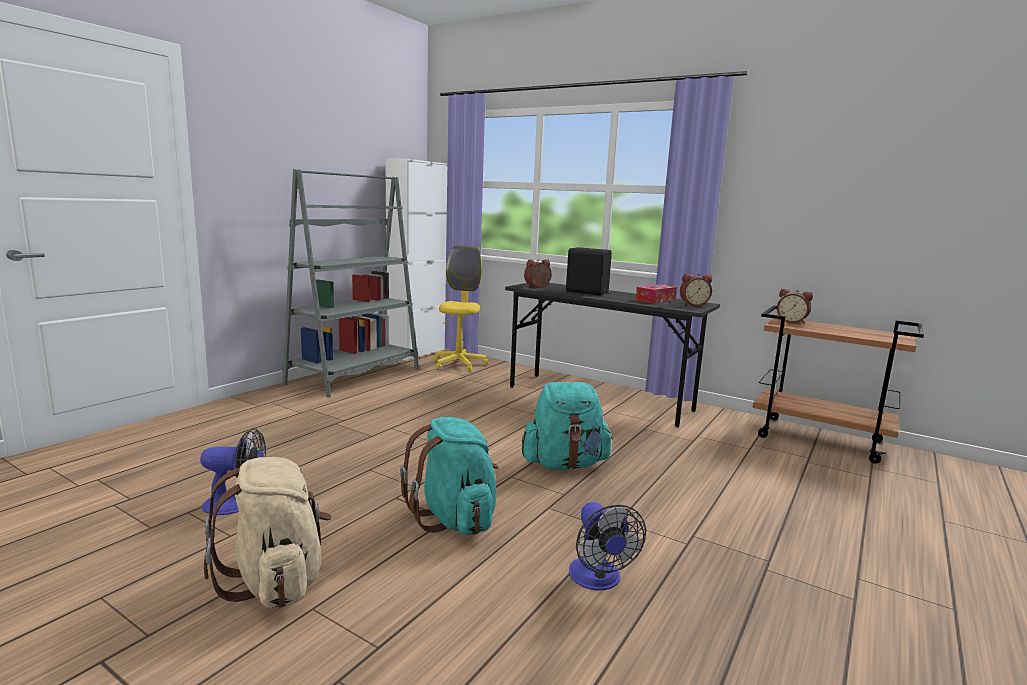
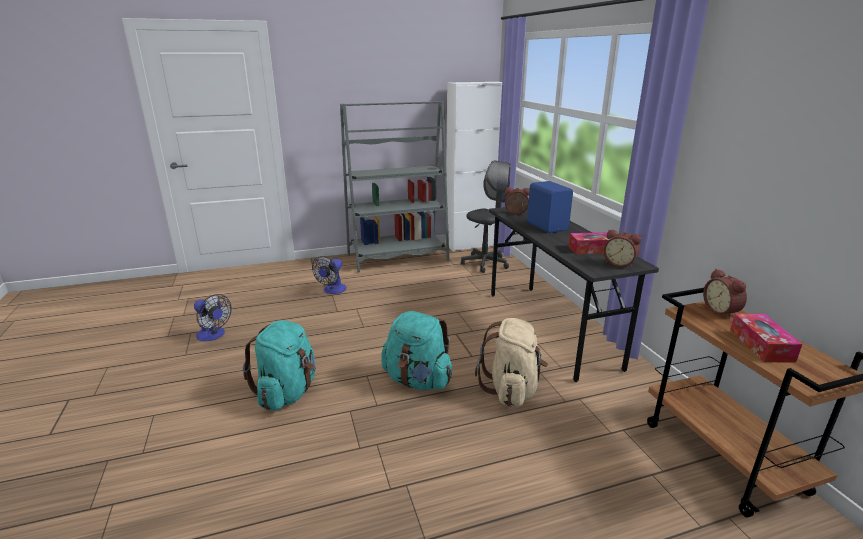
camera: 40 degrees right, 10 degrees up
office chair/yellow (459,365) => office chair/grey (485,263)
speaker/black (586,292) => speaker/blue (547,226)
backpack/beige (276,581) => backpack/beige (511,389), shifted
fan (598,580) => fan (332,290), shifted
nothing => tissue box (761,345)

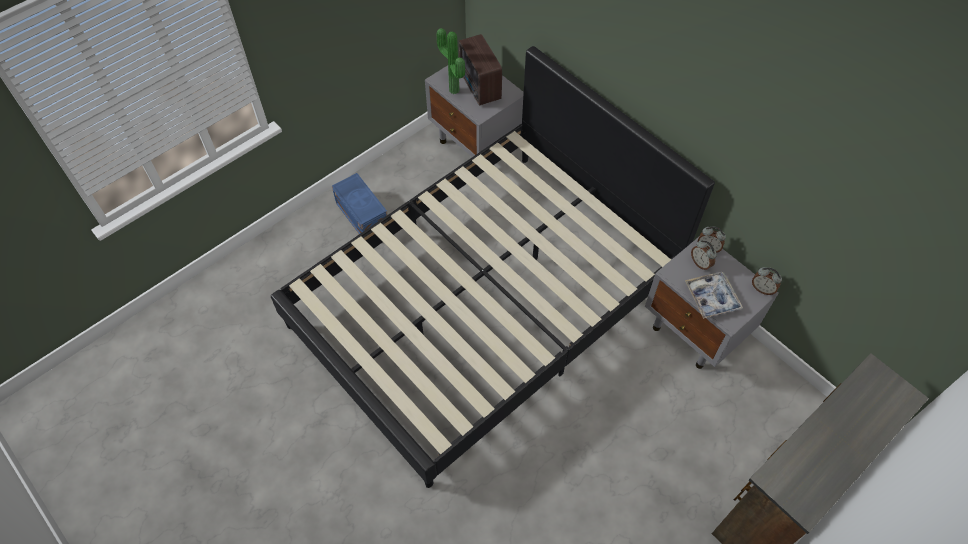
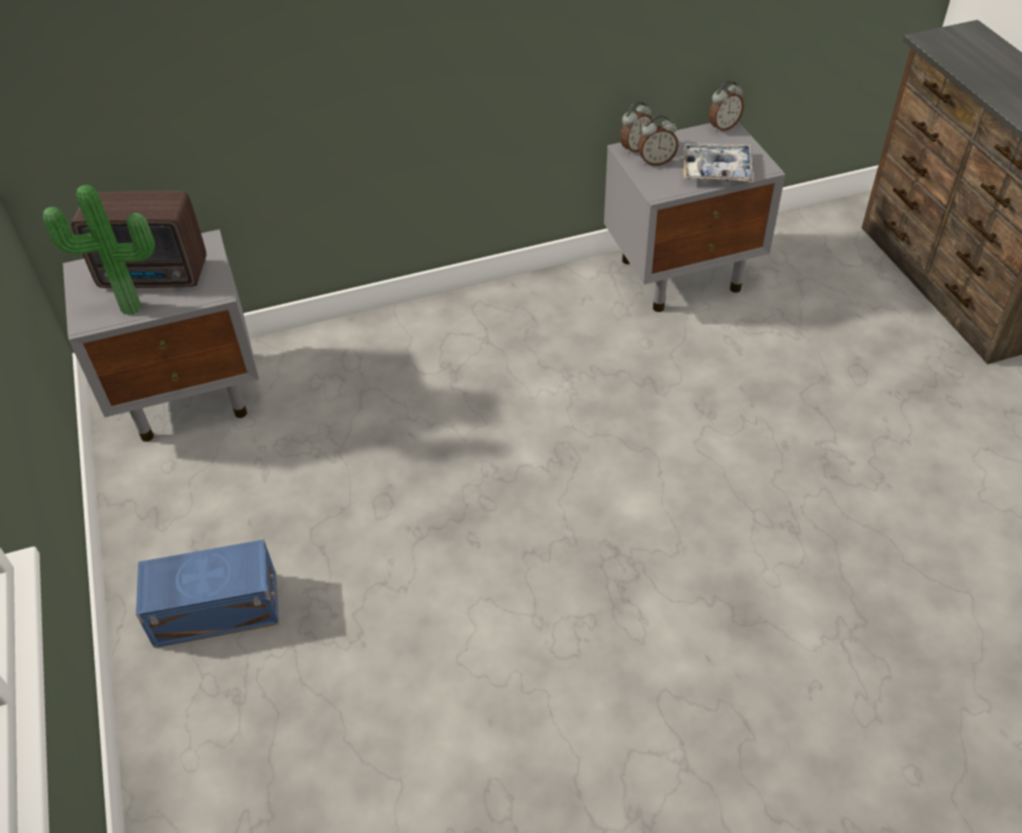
camera: 65 degrees left, 10 degrees down
bed/black (485,302) => nothing

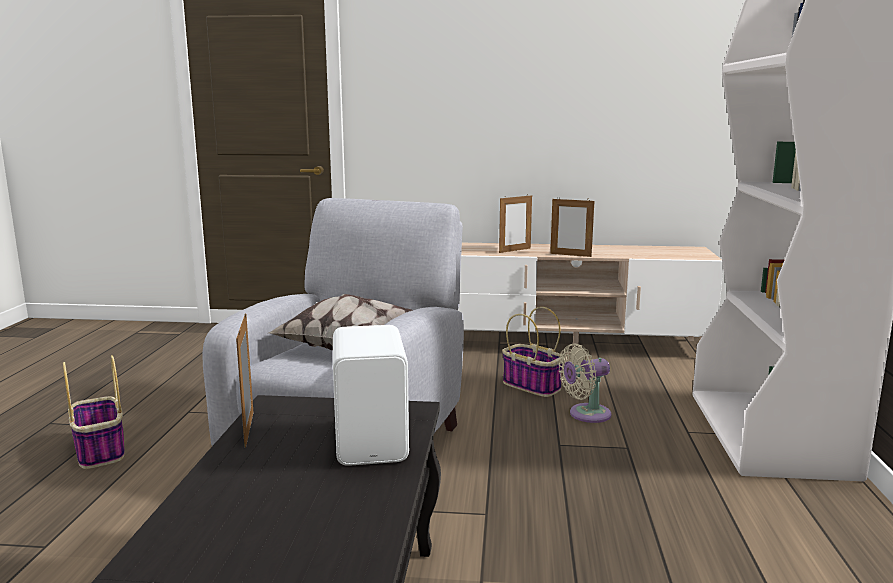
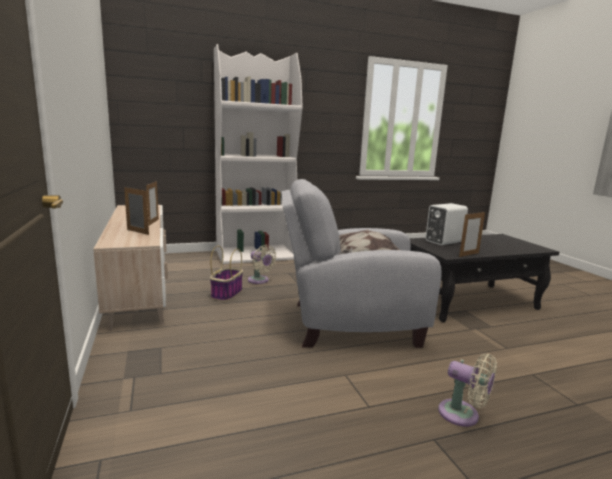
camera: 115 degrees left, 0 degrees up
basket (100,451) => fan/beige (463,415)

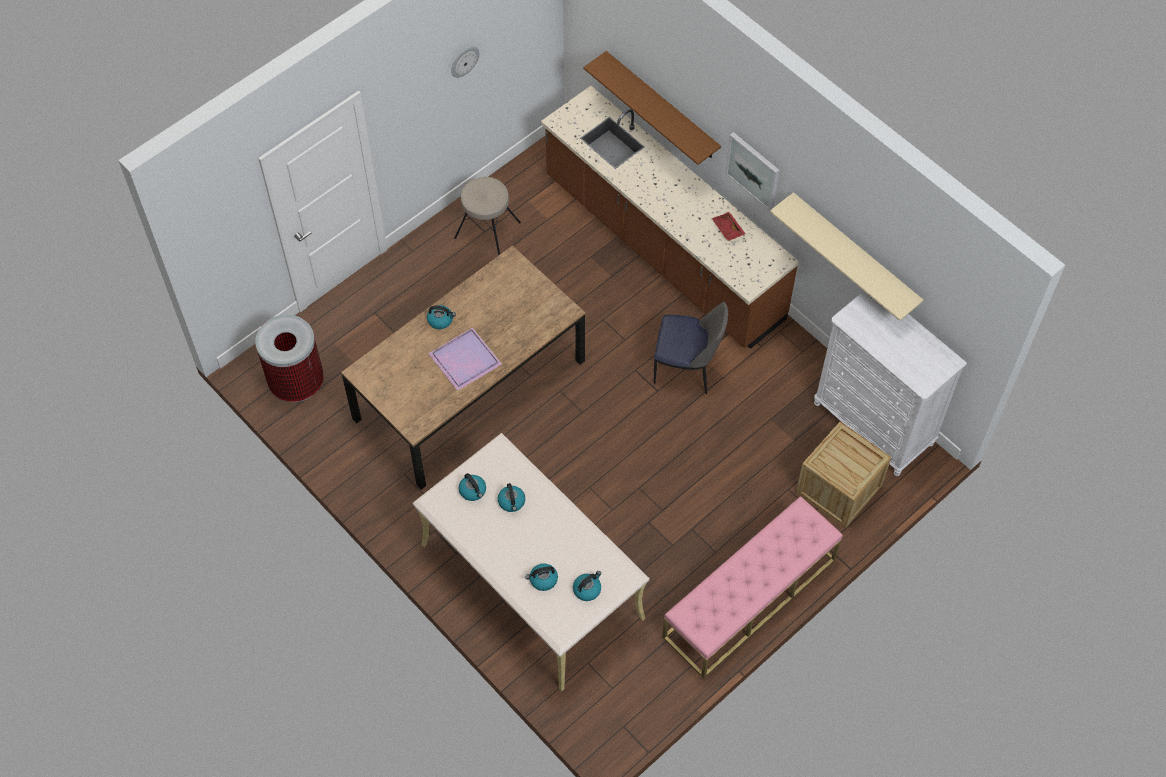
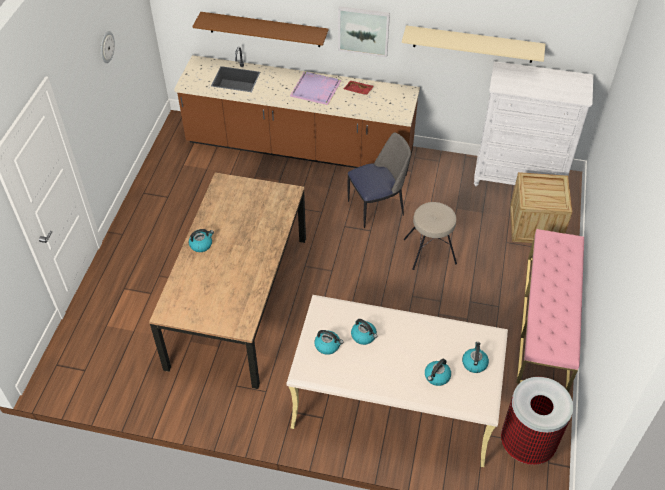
camera: 35 degrees left, 10 degrees down
stool/beige (487,230) => stool/beige (430,251), shifted
trash can (297,383) => trash can (527,444), shifted
tray/purple (465,361) => tray/purple (316,90), shifted

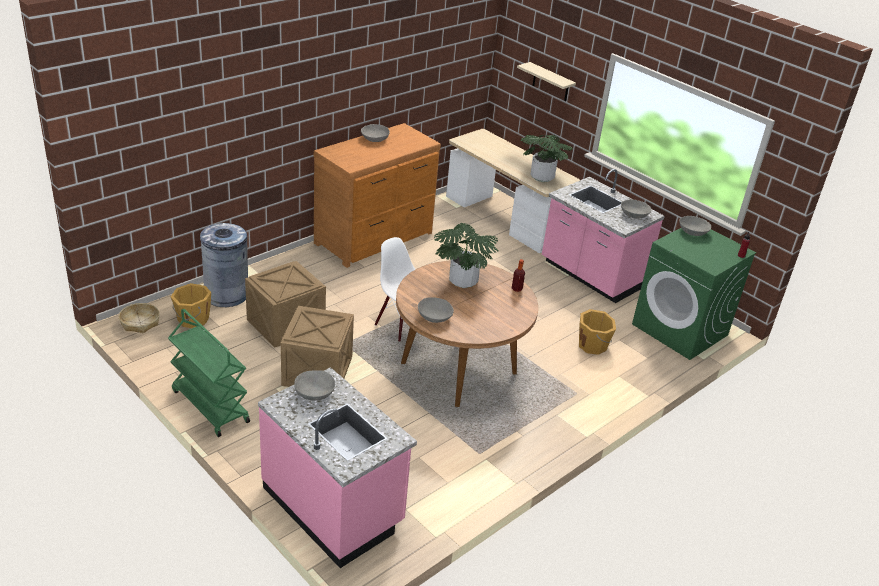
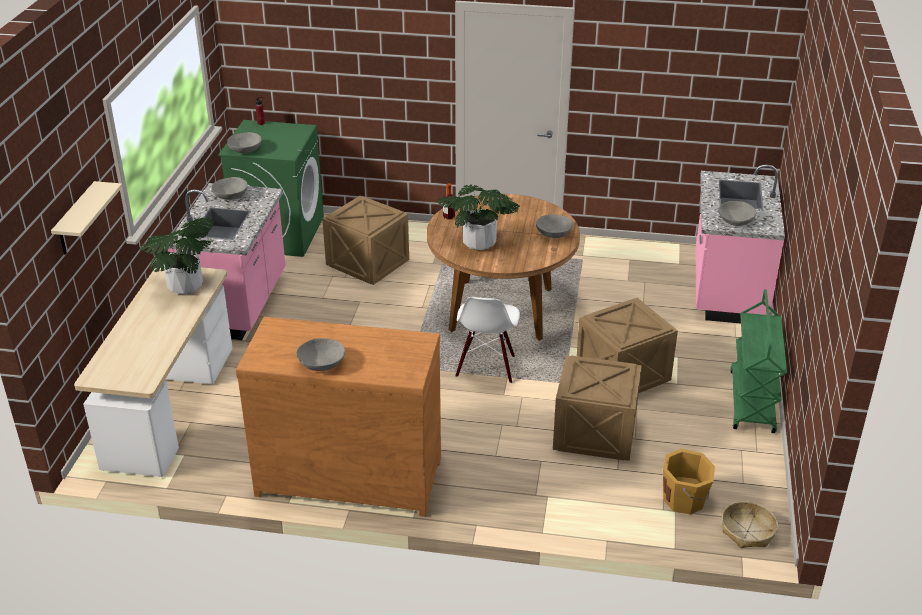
camera: 125 degrees left, 0 degrees up
trash can/grey (226,294) => nothing
bucket/orange (593,345) => crate (367,263)

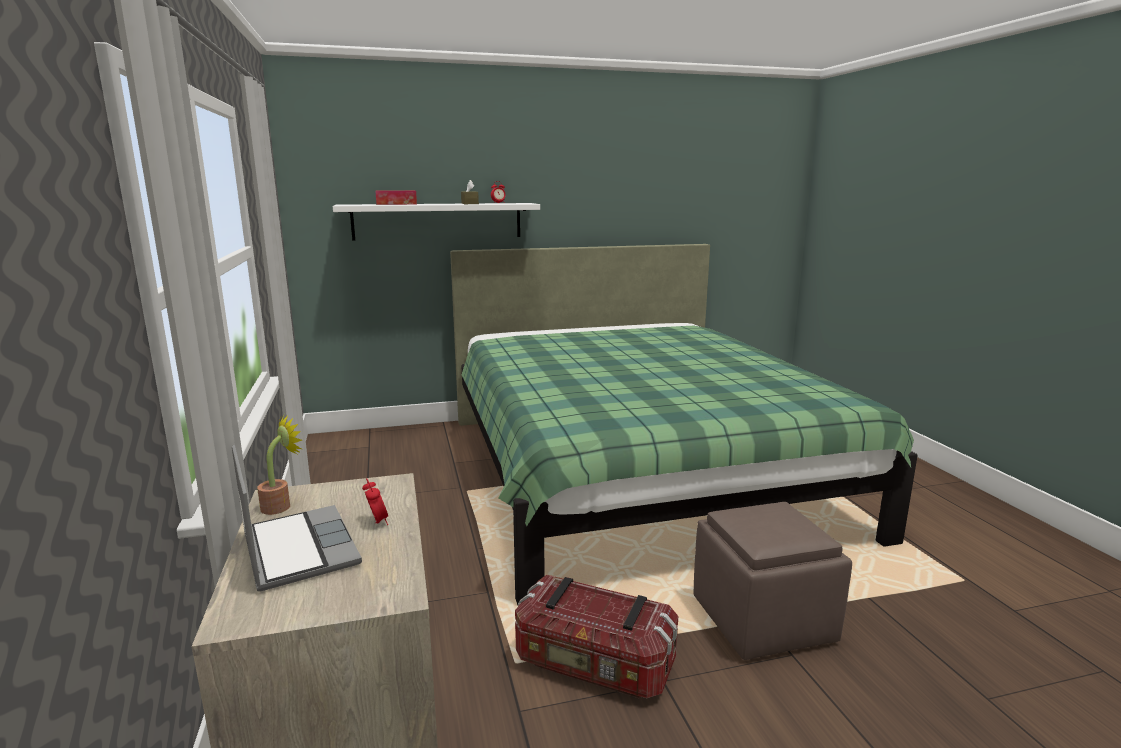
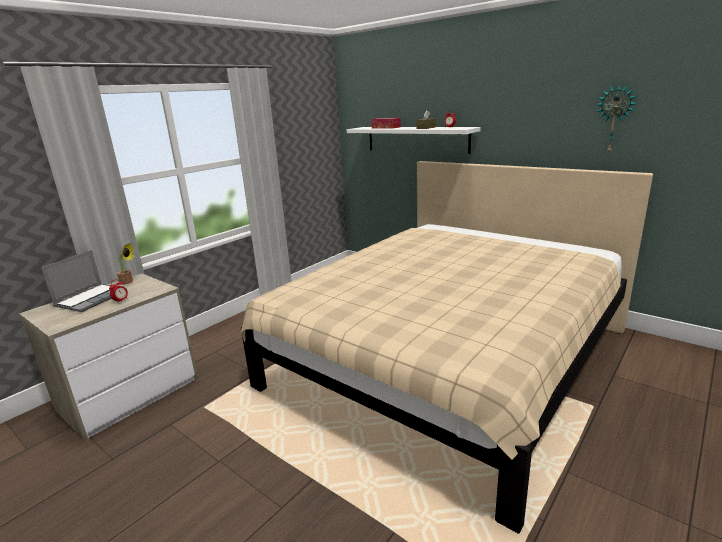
camera: 55 degrees right, 5 degrees up
bed/green (635,472) => bed/beige (447,357)
ottoman/brown (762,619) => nothing
storage box (594,665) => nothing
nothing => wall clock (614,119)

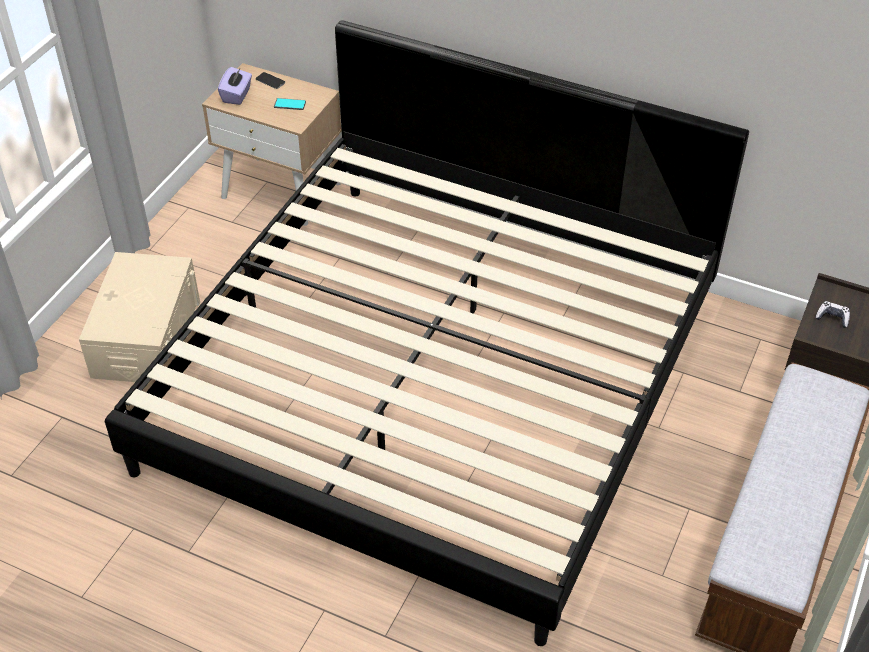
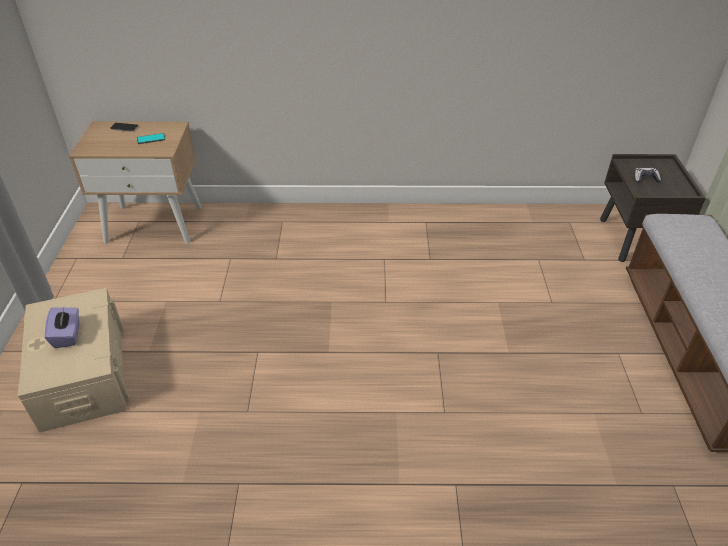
camera: 25 degrees left, 5 degrees down
bed (435,380) => nothing
tissue box/purple (237,95) => tissue box/purple (68,335), shifted

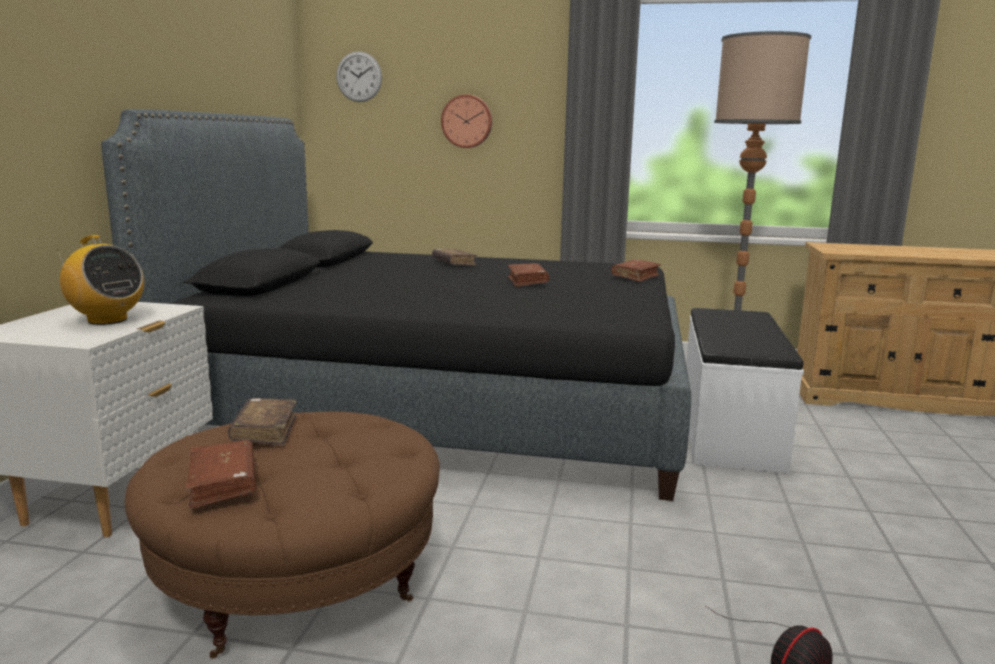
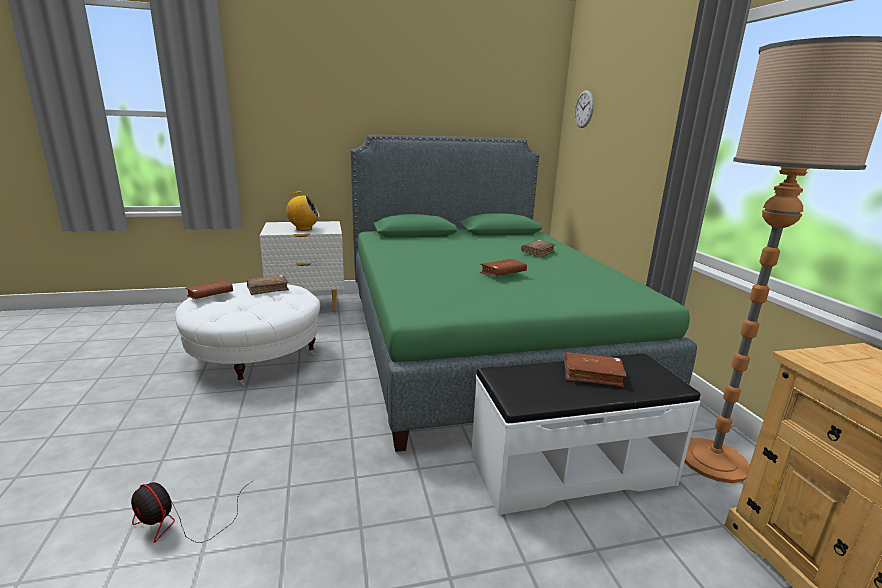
camera: 65 degrees right, 5 degrees up
wall clock (467,121) => nothing
bed/black (440,405) => bed/green (478,341)
radio (107,320) => radio (303,229), 105 degrees counterclockwise
book/brown (635,277) => book/brown (592,375), shifted
ottoman/brown (297,578) => ottoman/white (255,356)

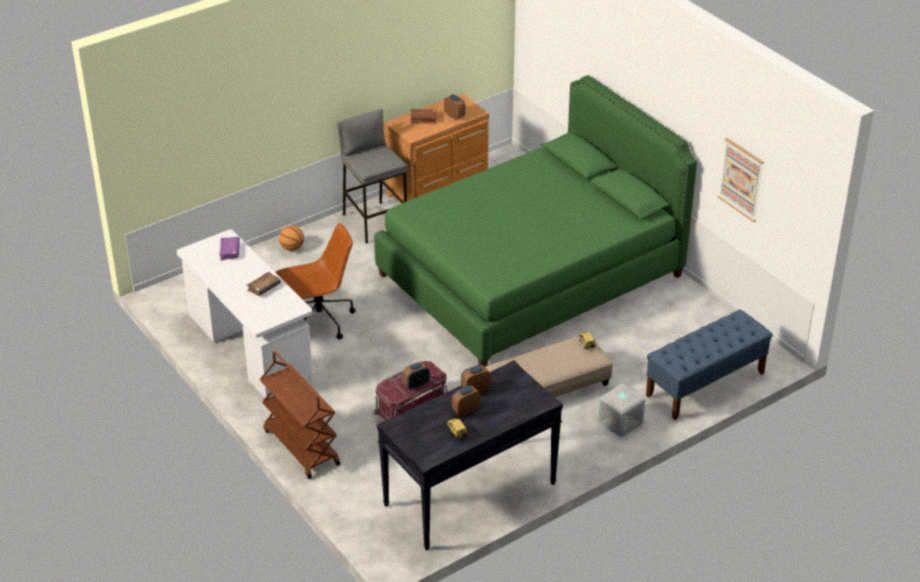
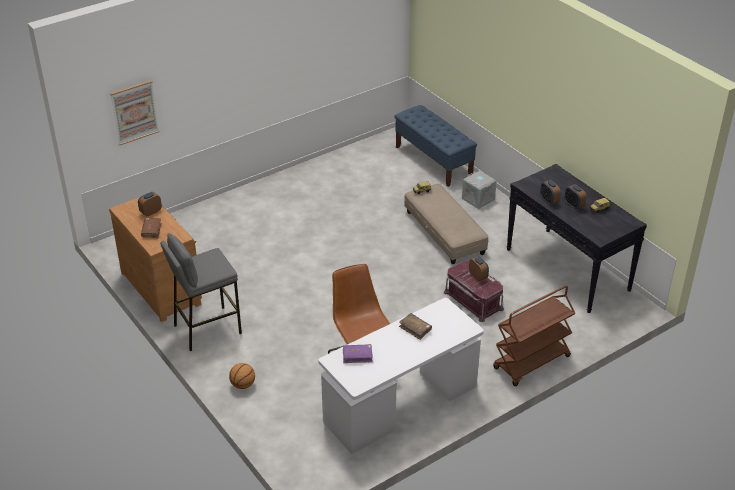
camera: 90 degrees left, 0 degrees up
bed/green (530,275) => nothing
picture (741,179) => picture (134,112), shifted

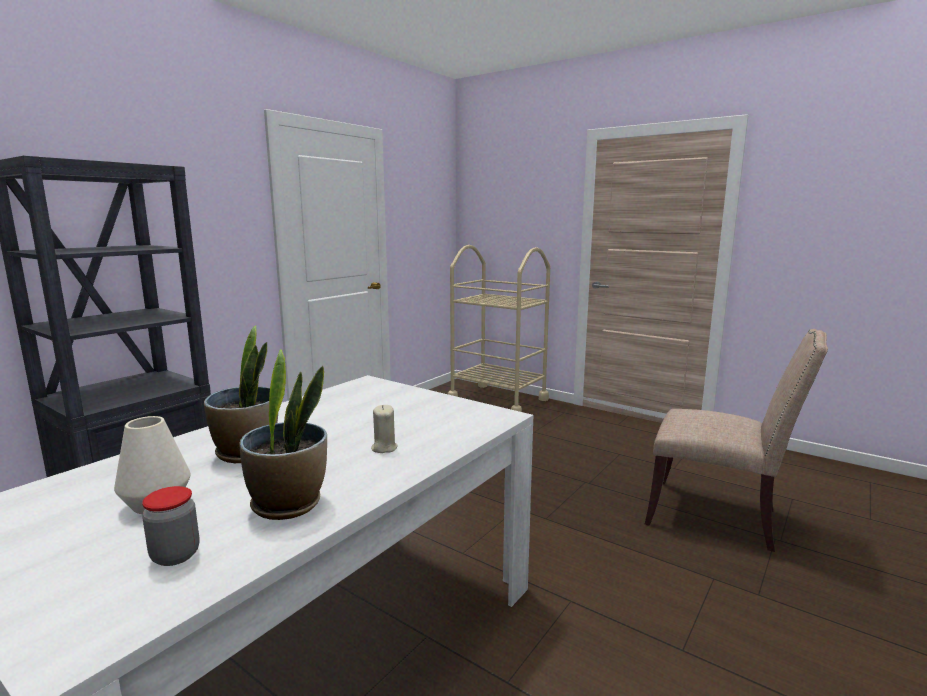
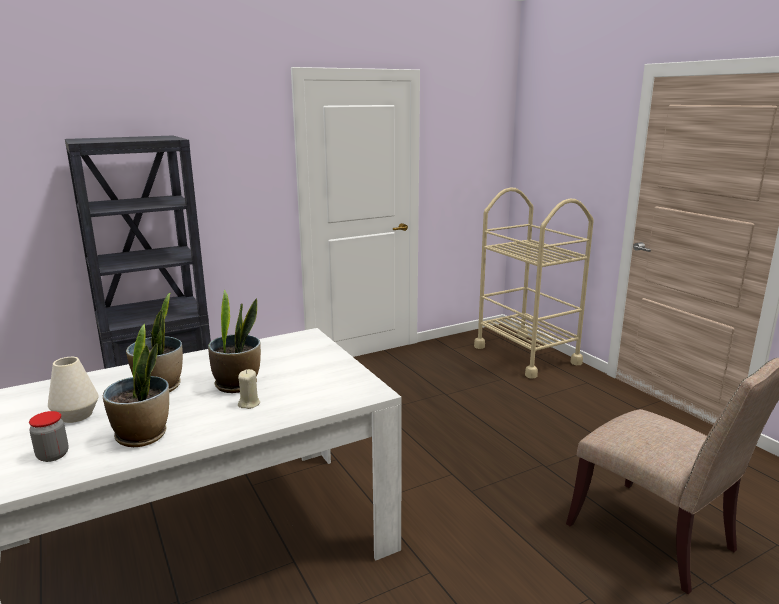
camera: 25 degrees right, 5 degrees up
nothing => potted plant (237,384)

